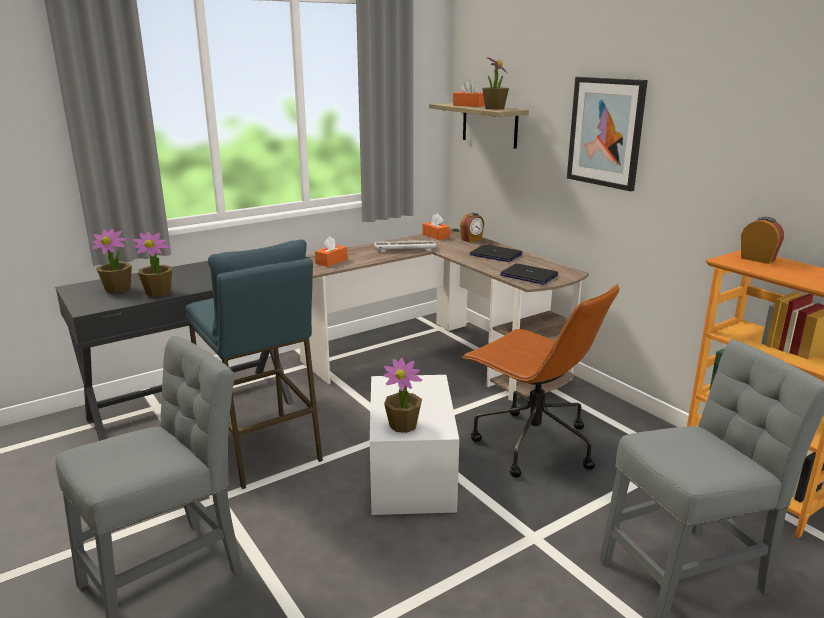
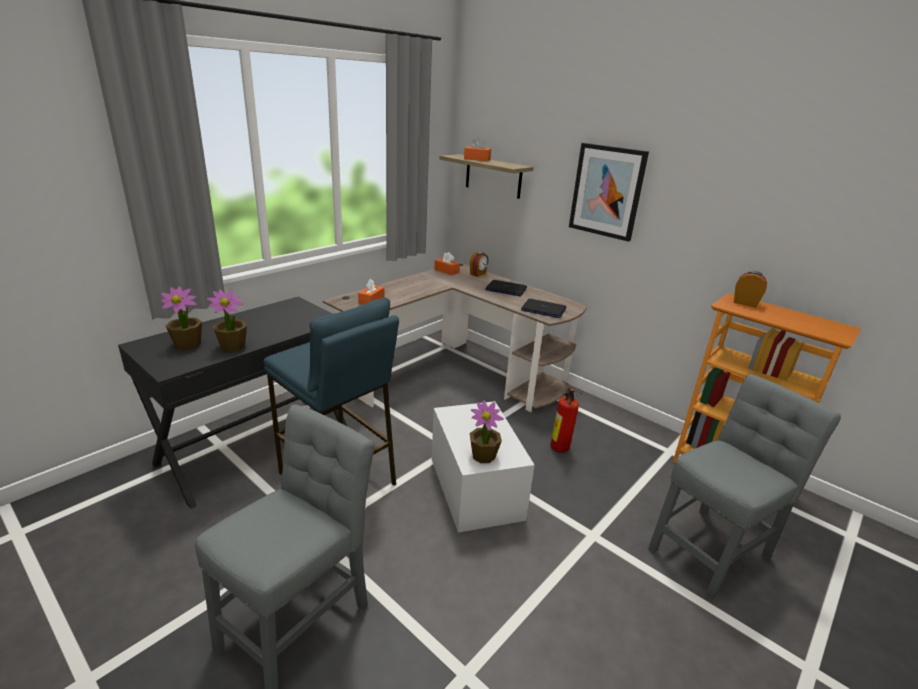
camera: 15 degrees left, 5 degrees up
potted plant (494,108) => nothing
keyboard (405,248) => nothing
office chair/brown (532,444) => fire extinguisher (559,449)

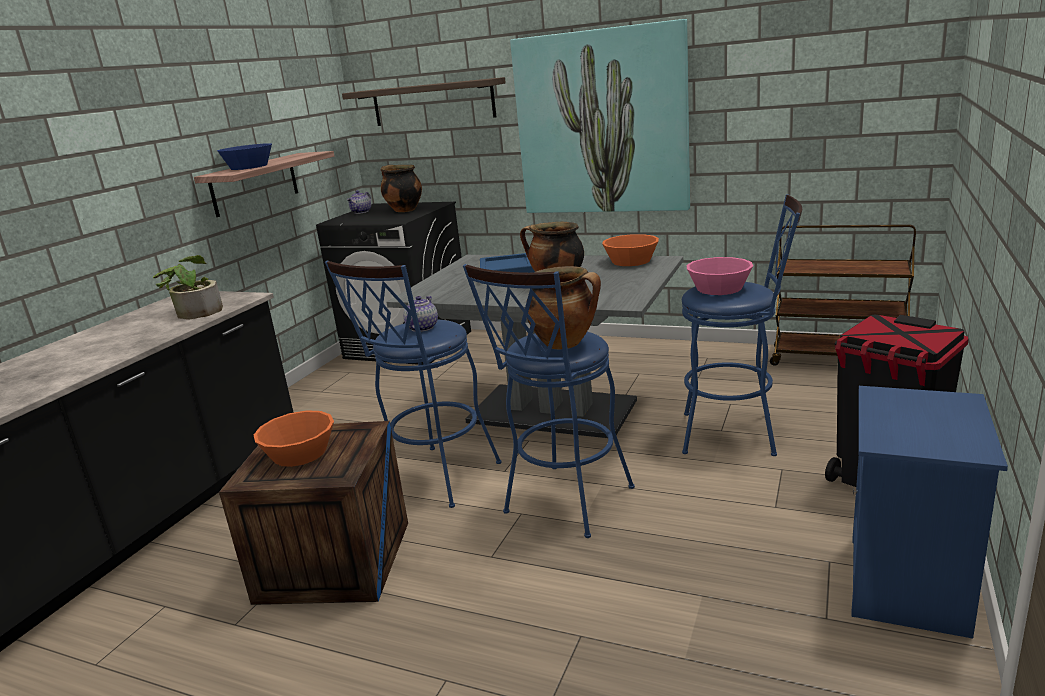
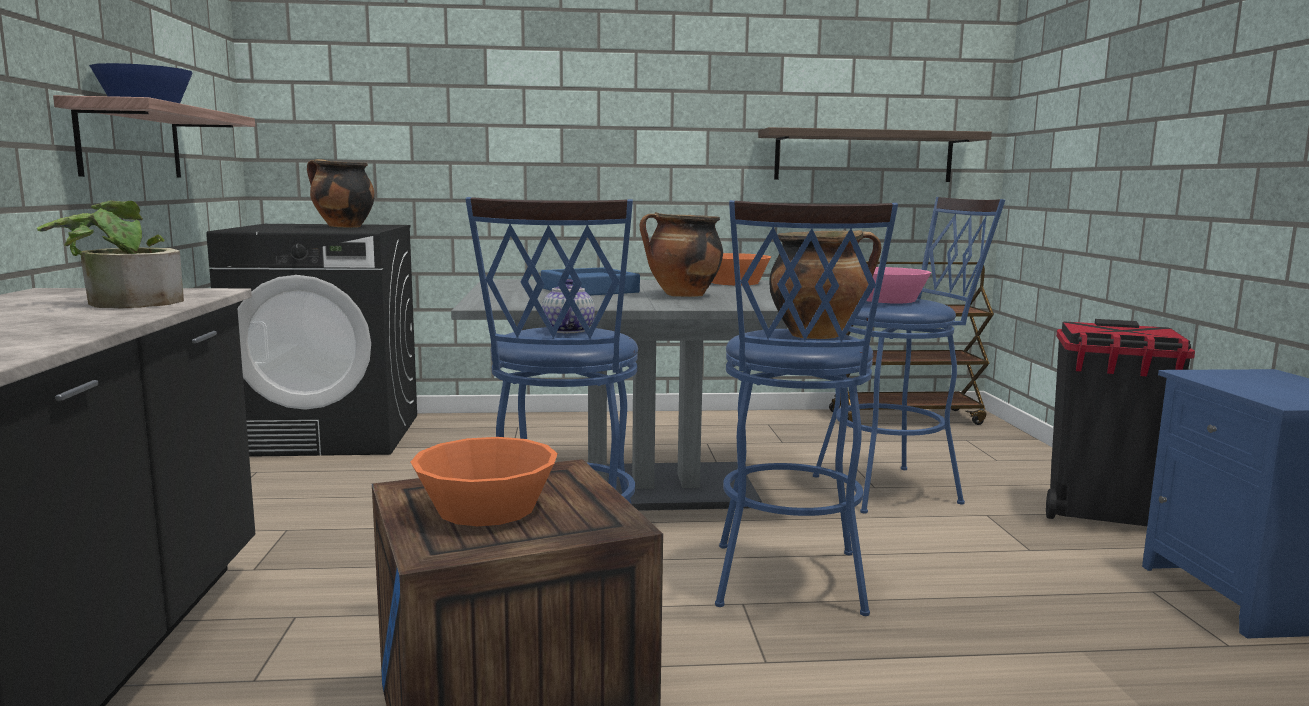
camera: 30 degrees left, 10 degrees down
picture (602,123) => nothing
shelf (432,103) => shelf (863,156), shifted
teapot (361,212) => nothing

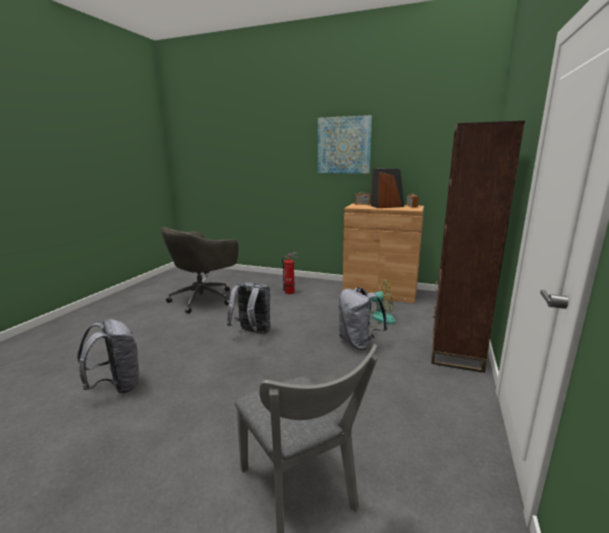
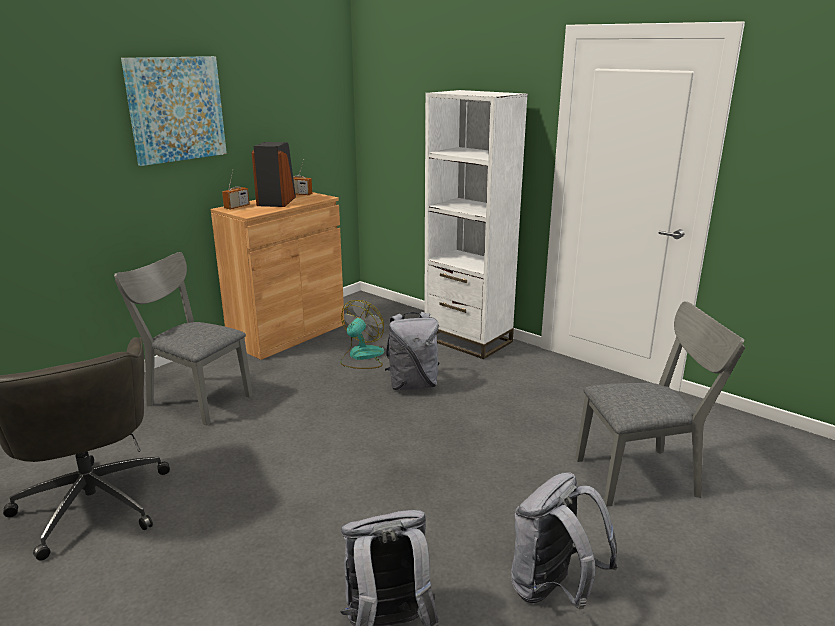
camera: 70 degrees left, 5 degrees up
bookcase/brown (455,350) => bookcase/white (467,340)
fire extinguisher (291,292) => chair/grey (194,398)
backpack/grey (252,333) => backpack/grey (553,590), shifted

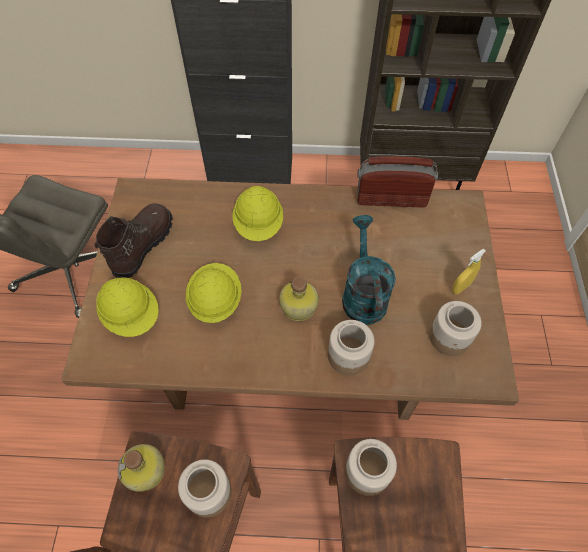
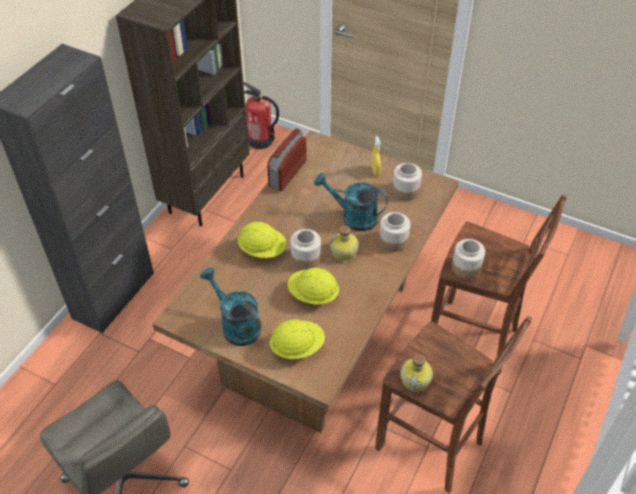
camera: 65 degrees left, 10 degrees down
boot/brown (142,245) => watering can/turquoise (236,325)
jar (209,492) => jar (306,258), shifted
nothing => fire extinguisher (261,141)

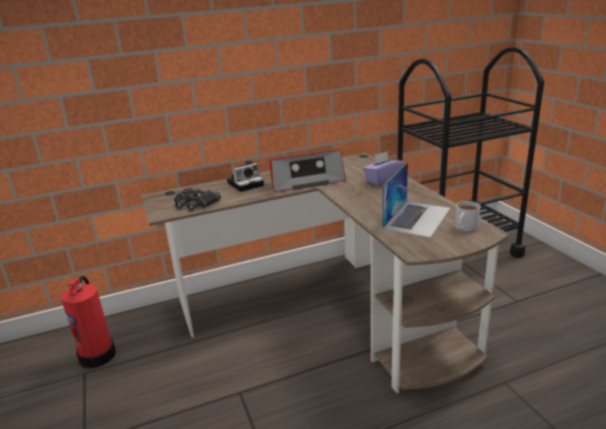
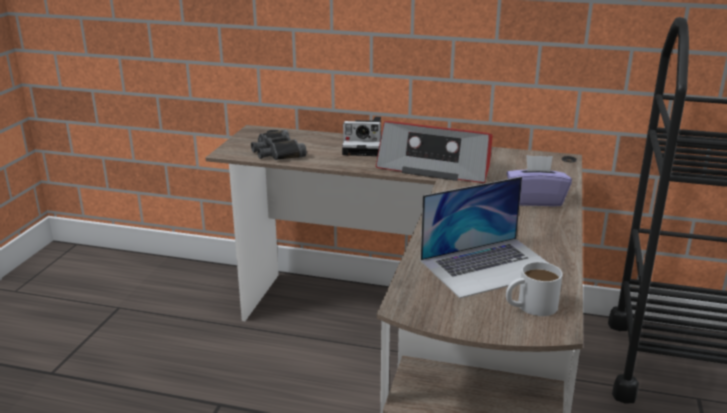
camera: 35 degrees right, 0 degrees up
fire extinguisher (98,354) => nothing

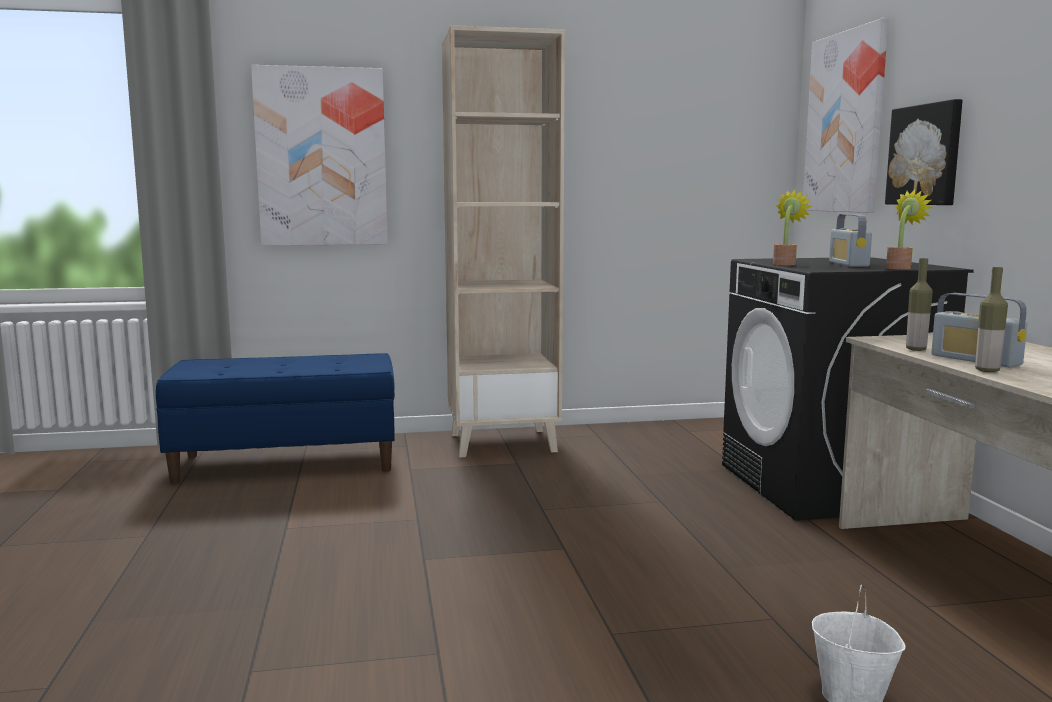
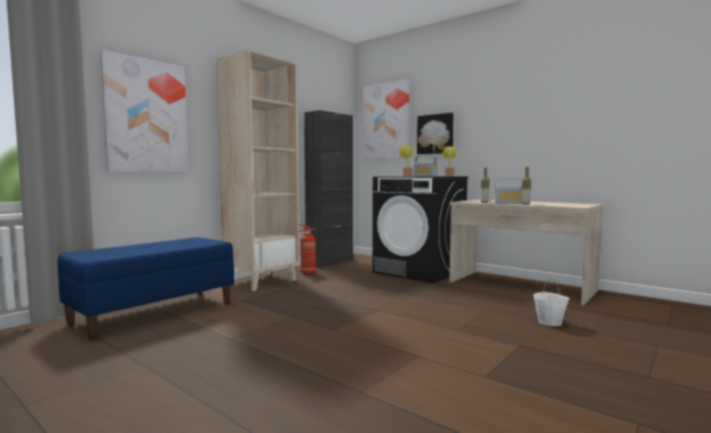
camera: 40 degrees left, 5 degrees down
nothing => cabinet/black (330,262)
nothing => fire extinguisher (307,273)

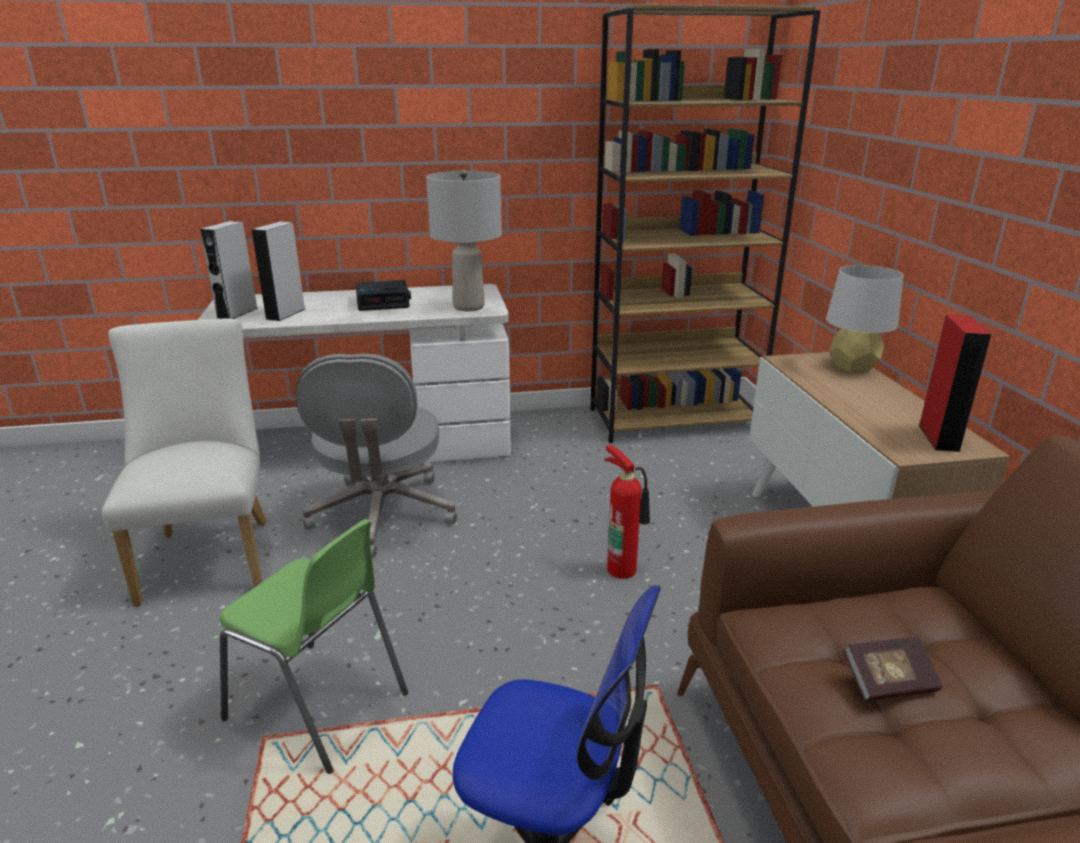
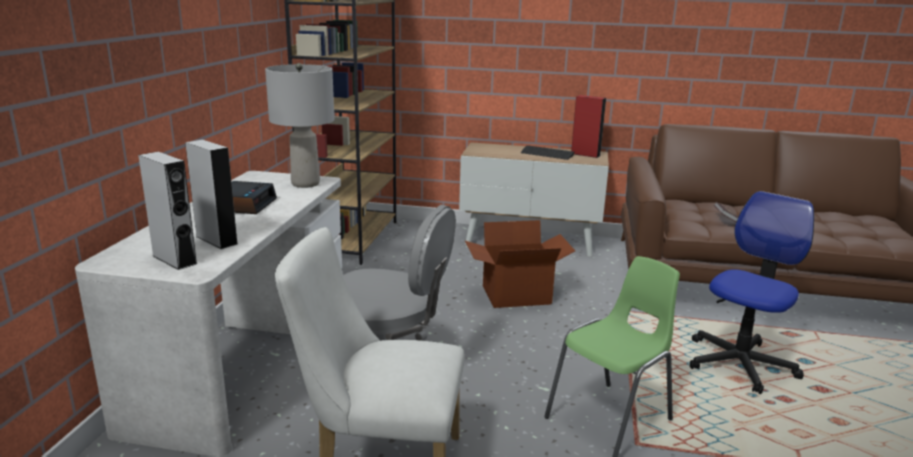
camera: 70 degrees left, 5 degrees down
table lamp/grey (852,367) => nothing
fire extinguisher (622,567) => cardboard box (516,295)
nothing => keyboard (547,154)

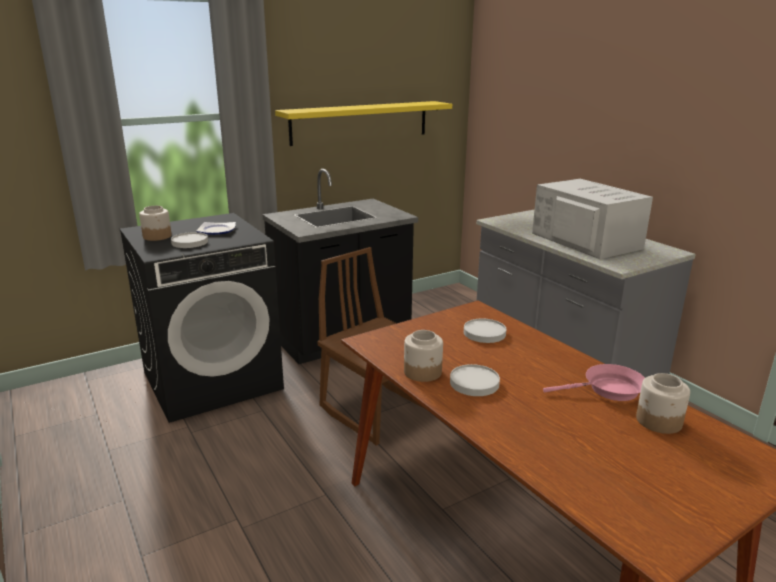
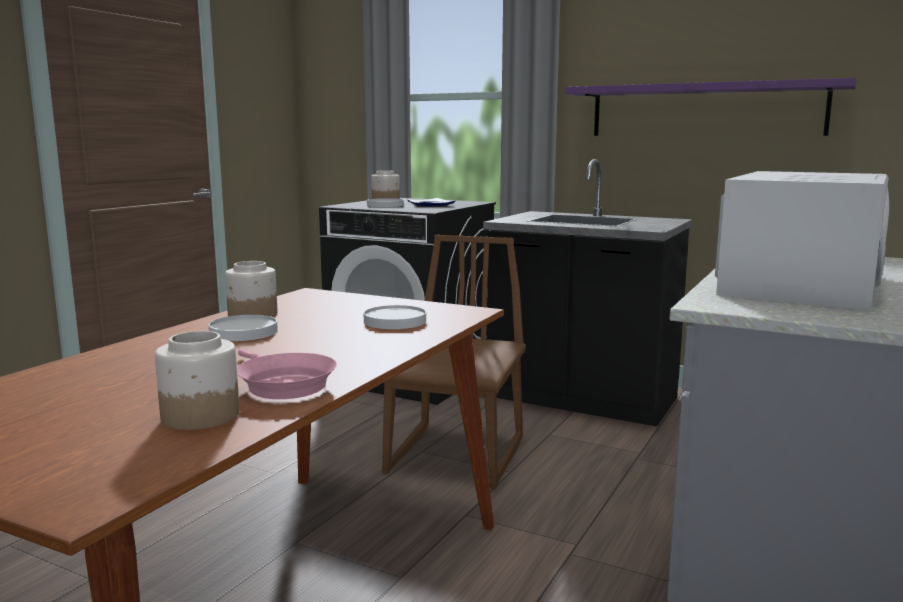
camera: 60 degrees right, 10 degrees down
shelf/yellow (360,122) => shelf/purple (705,110)

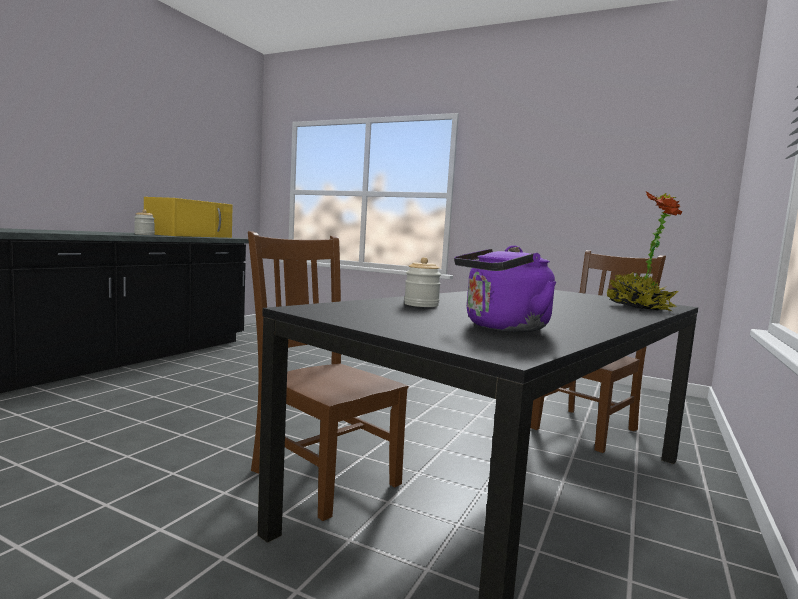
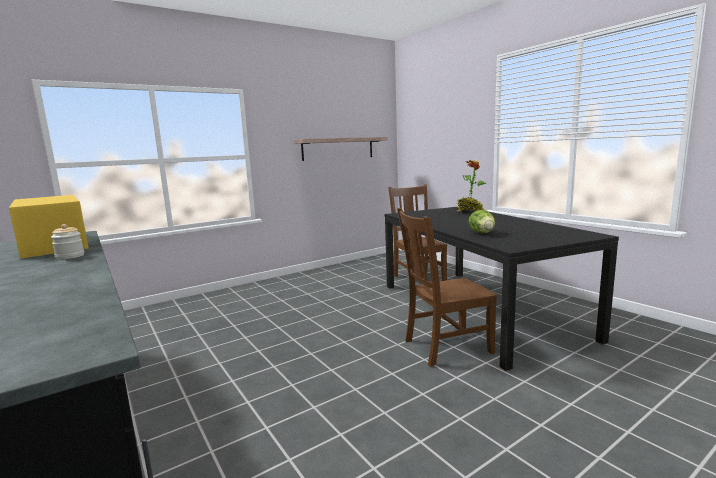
camera: 60 degrees left, 5 degrees up
kettle/purple (502,327) => nothing
jar (421,305) => lettuce (482,233)
nothing => shelf (338,148)

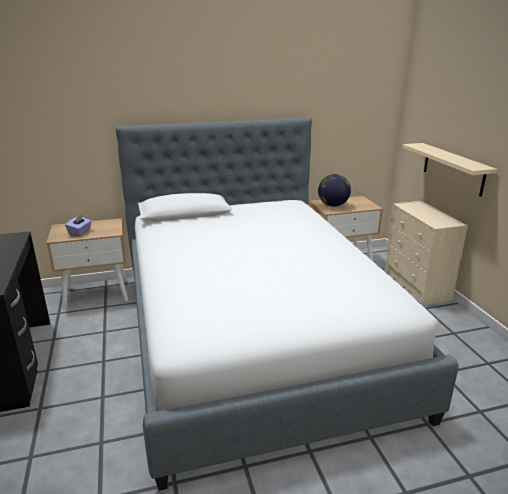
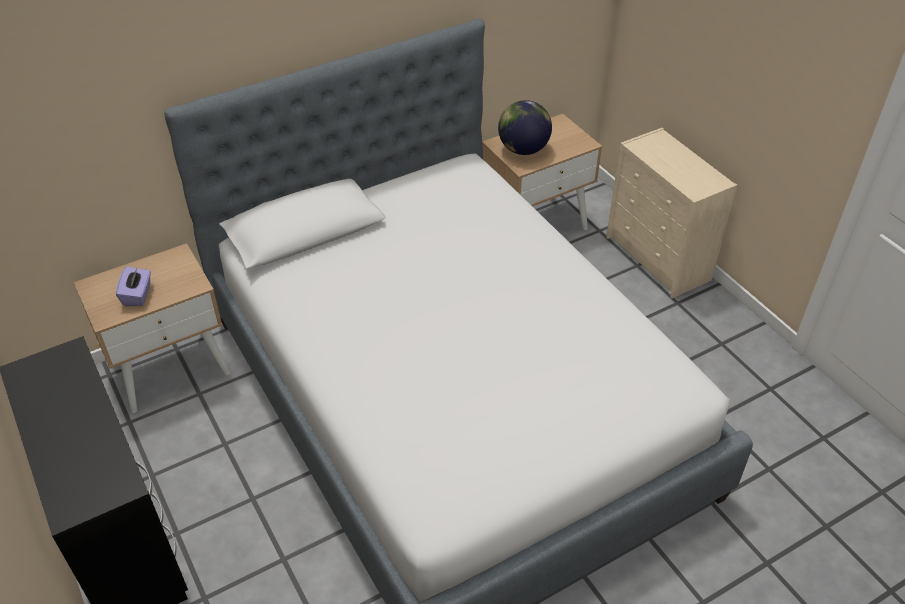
camera: 15 degrees left, 20 degrees up
shelf/beige (453,168) => nothing

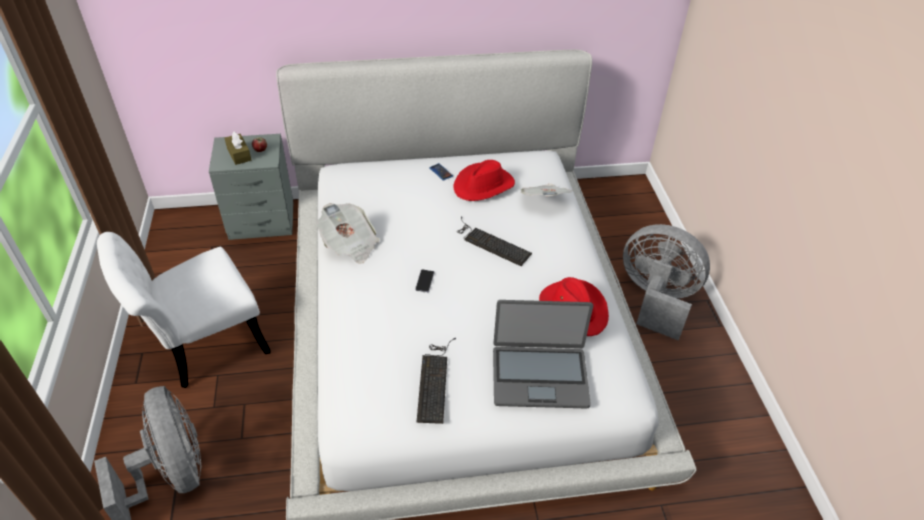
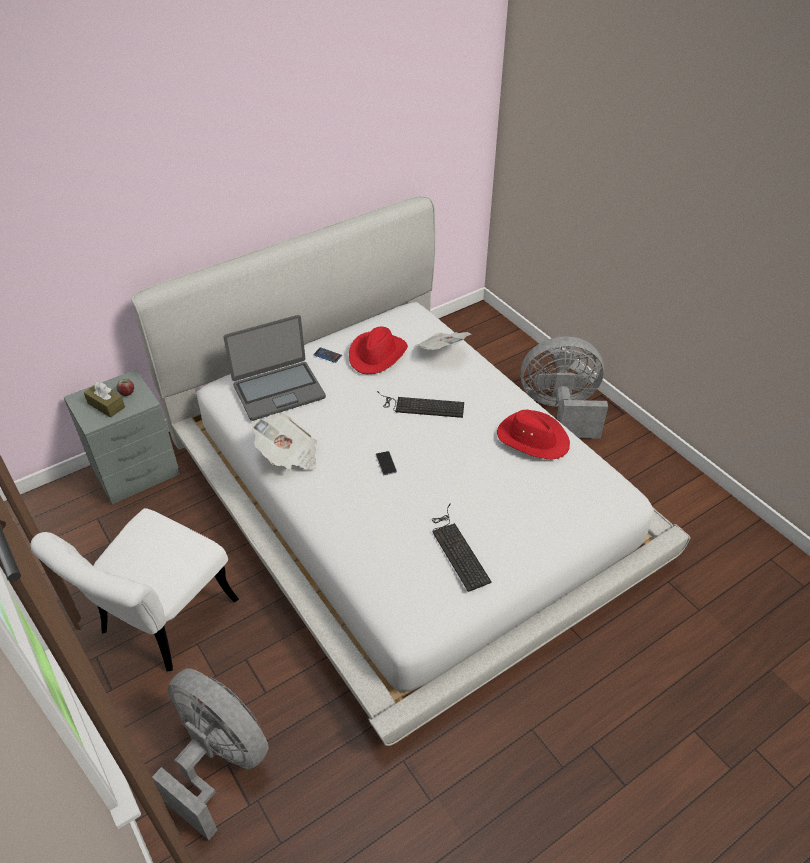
camera: 25 degrees left, 0 degrees up
laptop (539,376) => laptop (278,391), shifted

